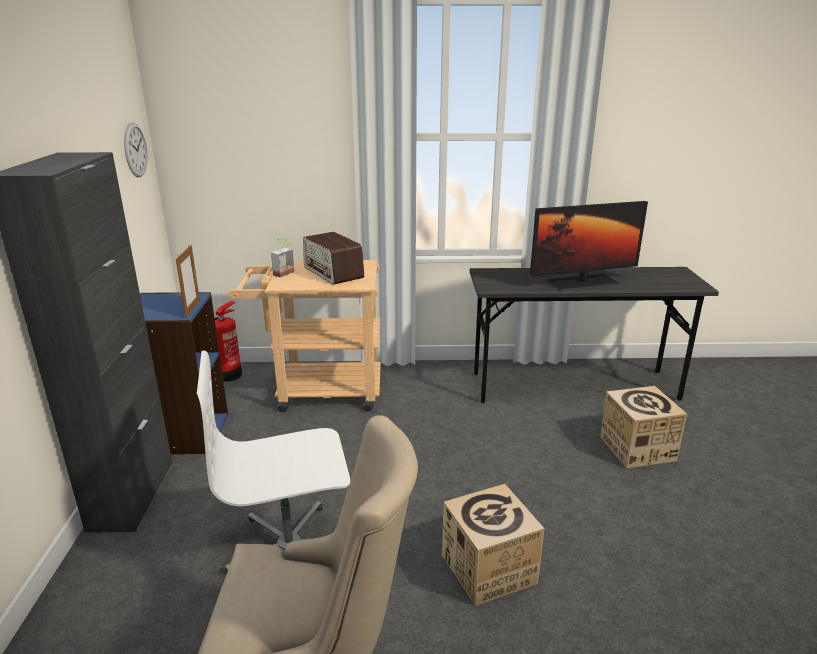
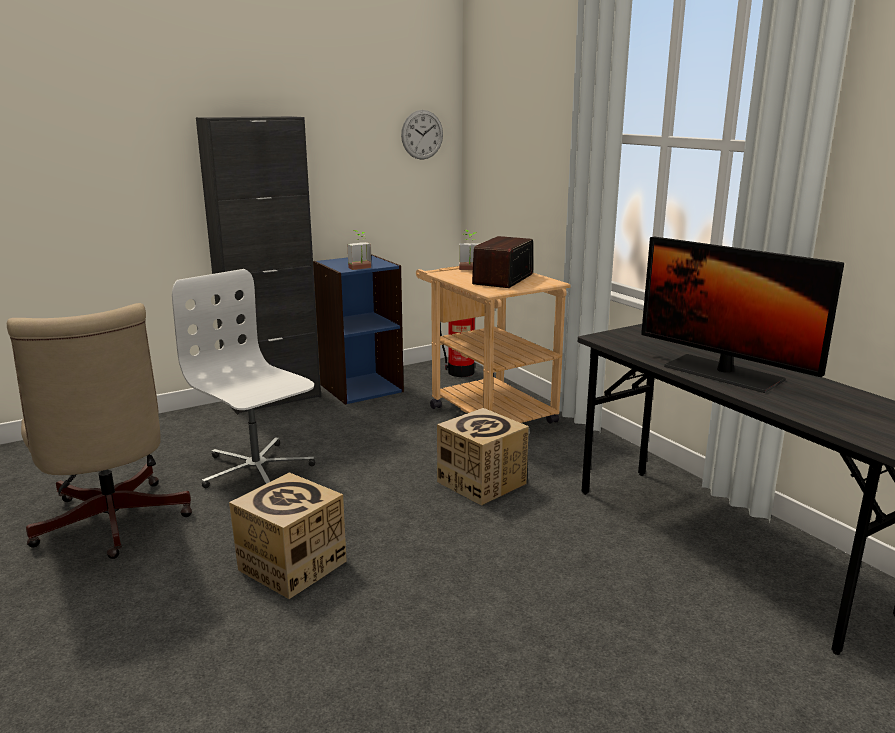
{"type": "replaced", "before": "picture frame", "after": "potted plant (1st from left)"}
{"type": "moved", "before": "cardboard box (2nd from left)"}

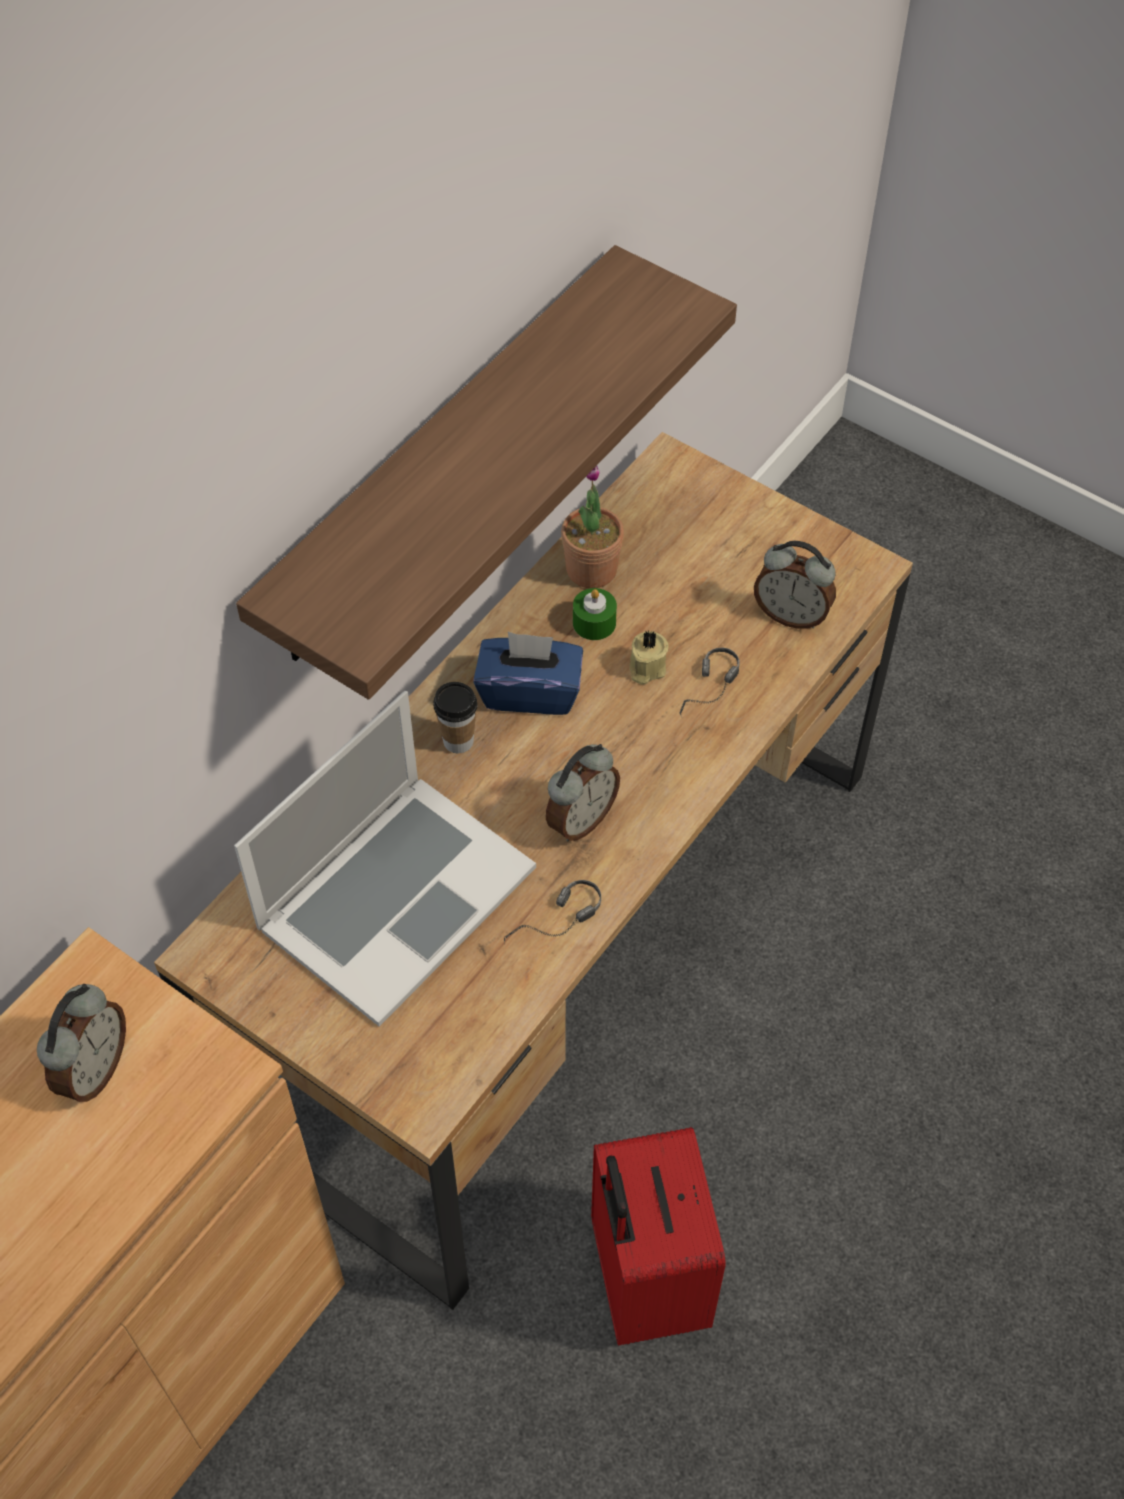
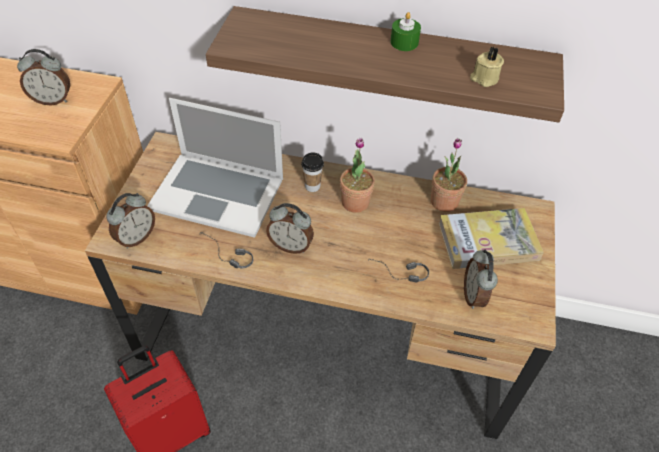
{"type": "replaced", "before": "blue tissue box", "after": "potted plant (1st from left)"}
{"type": "moved", "before": "green candle"}
{"type": "moved", "before": "beige candle"}
{"type": "added", "after": "alarm clock (2nd from left)"}
{"type": "added", "after": "book"}

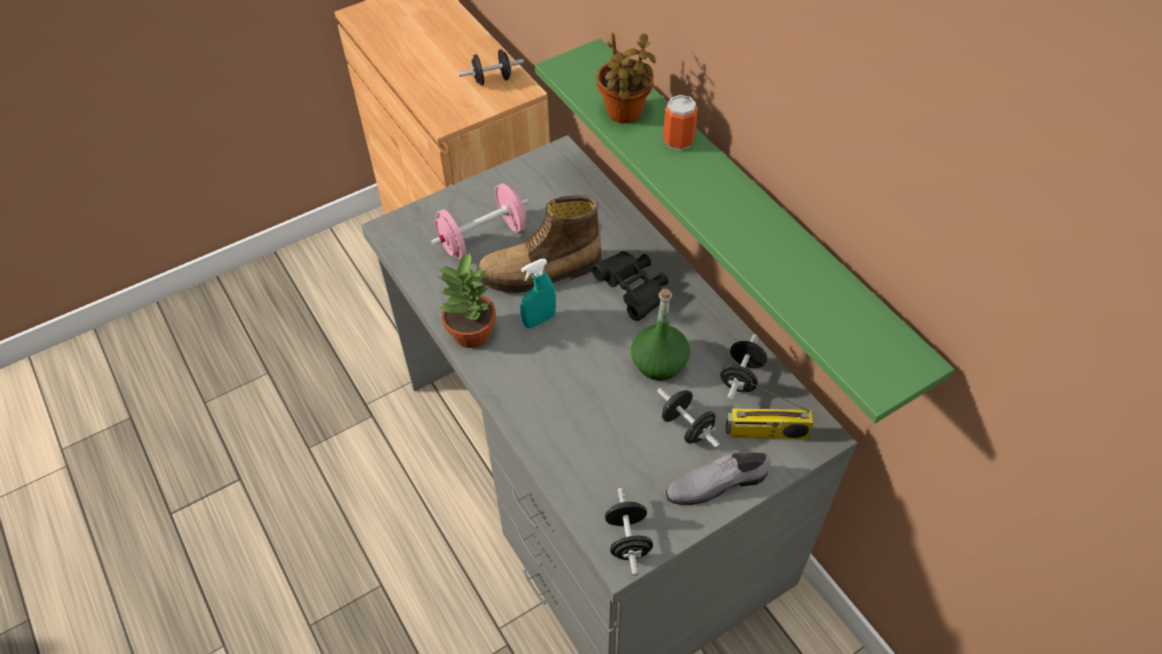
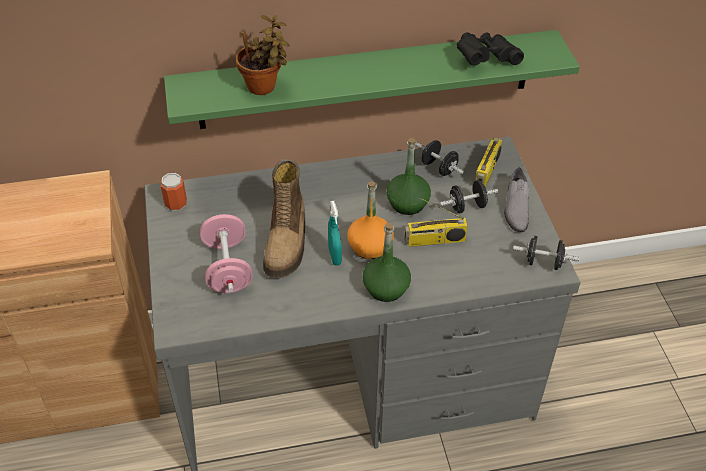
{"type": "removed", "before": "potted plant (1st from left)"}
{"type": "removed", "before": "black dumbbell (1st from left)"}
{"type": "moved", "before": "black binoculars"}
{"type": "moved", "before": "can"}
{"type": "added", "after": "orange bottle"}
{"type": "added", "after": "green bottle (1st from left)"}
{"type": "added", "after": "radio (1st from left)"}

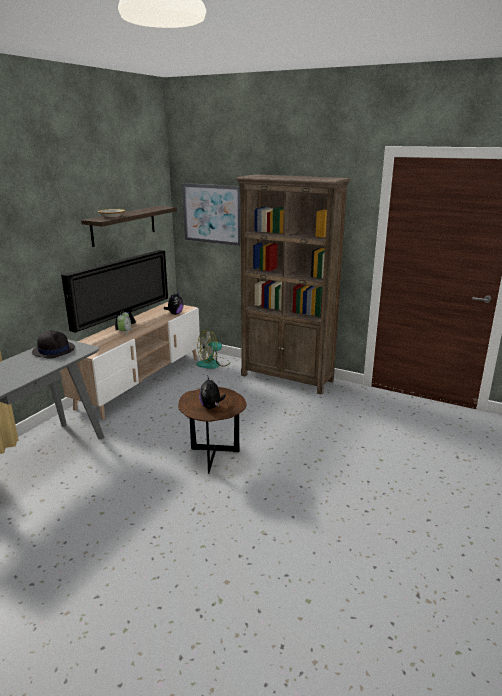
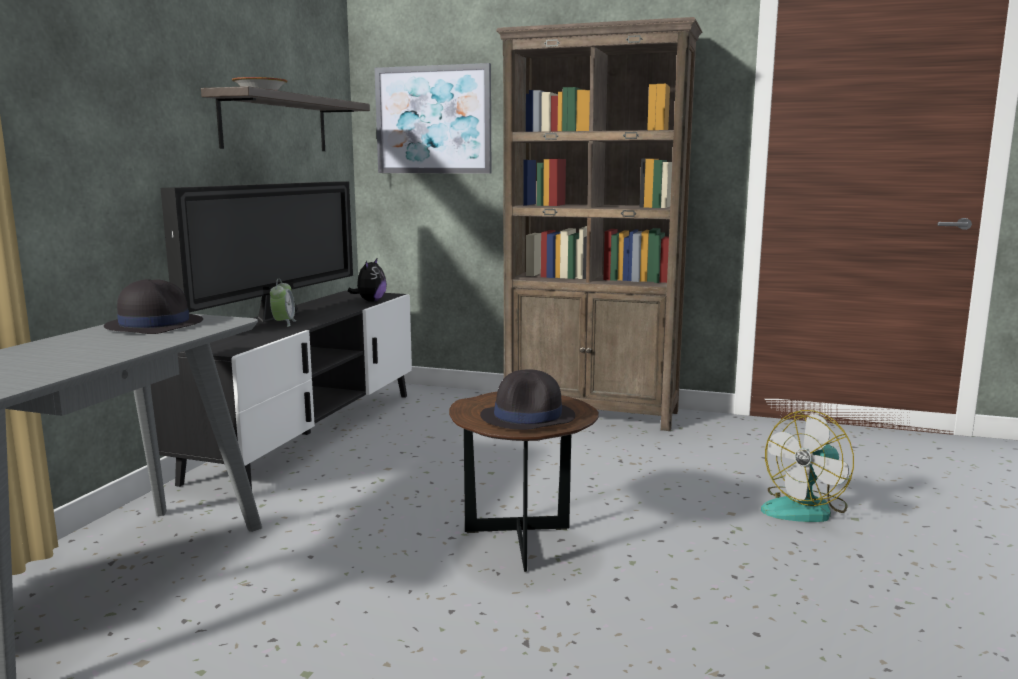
{"type": "recoloured", "before": "beige tv stand", "after": "black tv stand"}
{"type": "moved", "before": "fan"}
{"type": "replaced", "before": "plush toy (2nd from left)", "after": "black hat (2nd from left)"}

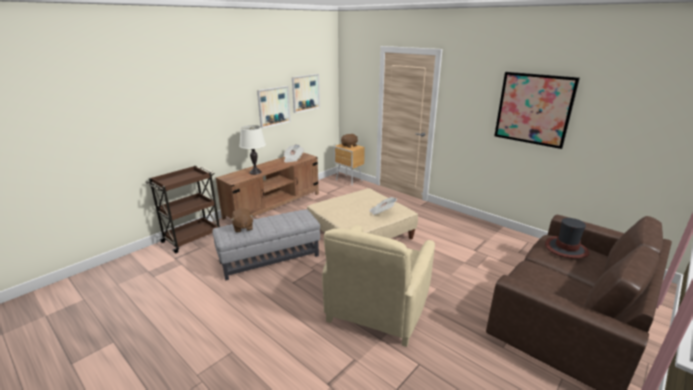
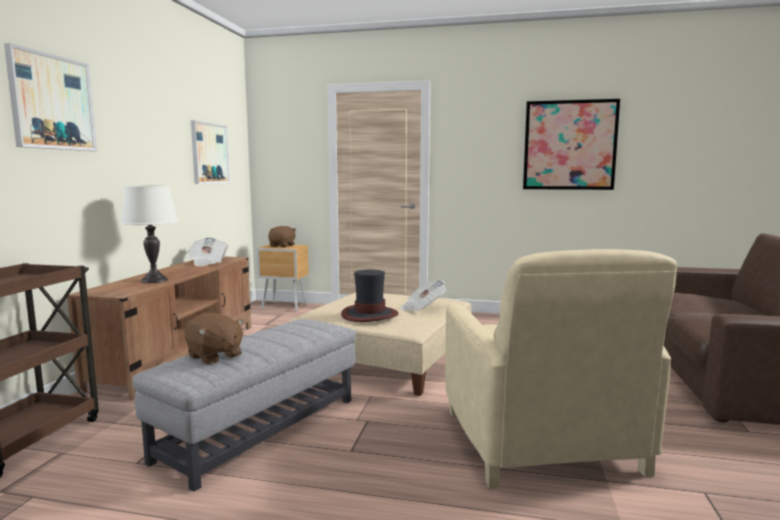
{"type": "moved", "before": "picture (1st from left)"}
{"type": "moved", "before": "hat"}

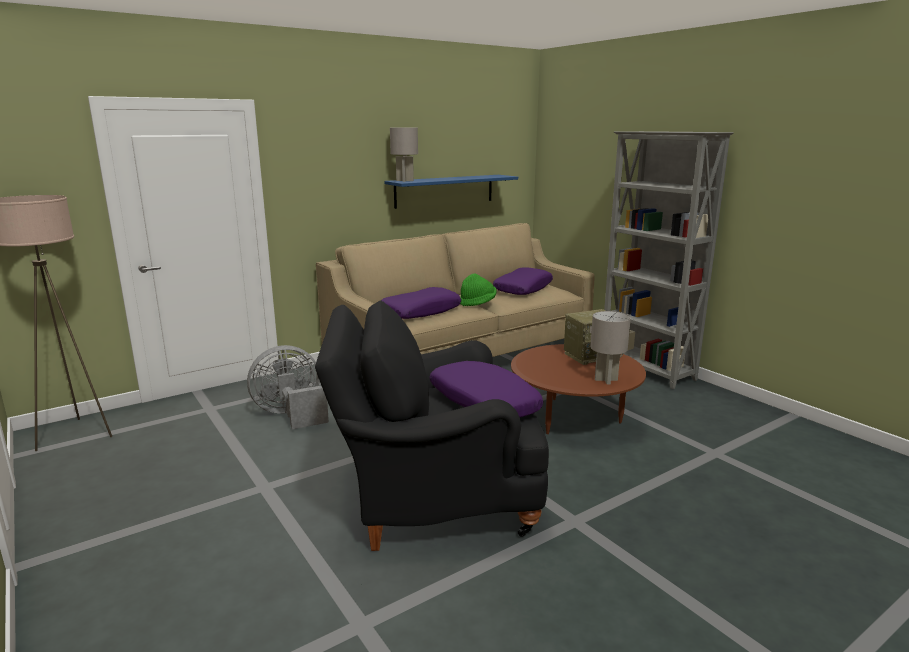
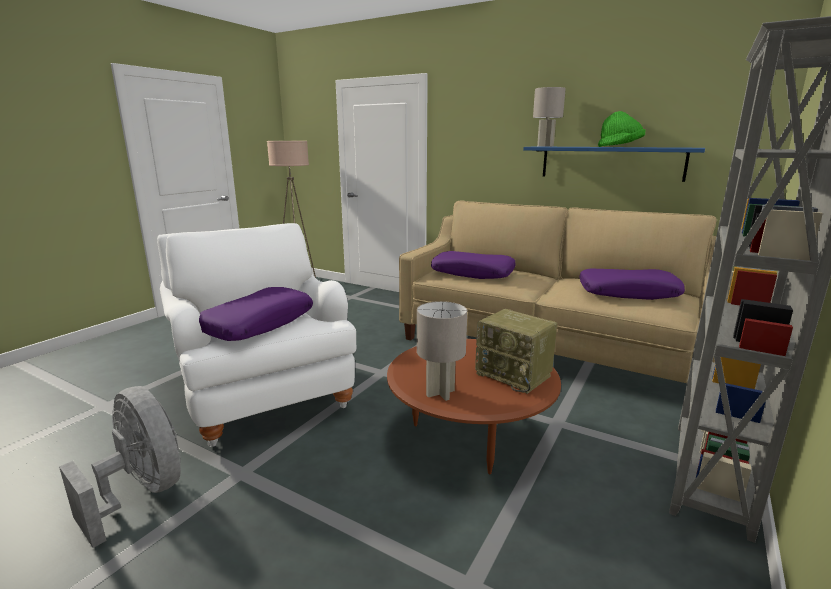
{"type": "moved", "before": "grey fan"}
{"type": "recoloured", "before": "black armchair", "after": "white armchair"}
{"type": "moved", "before": "green hat"}

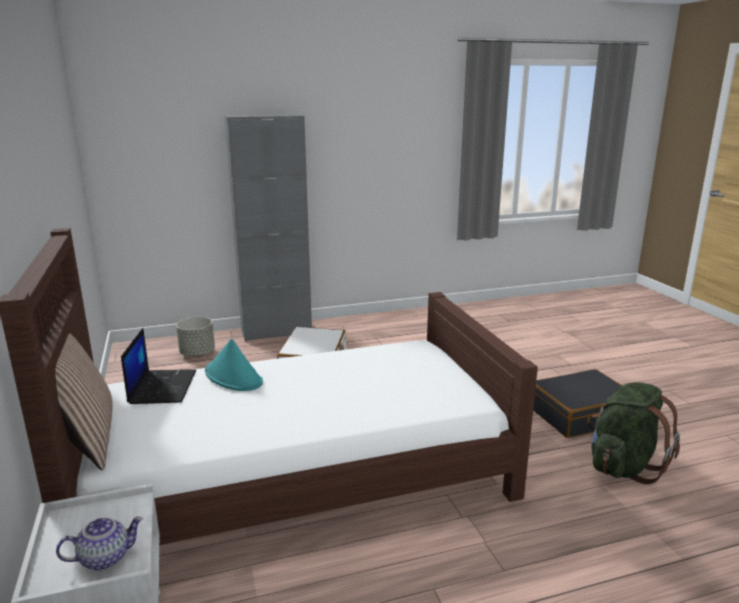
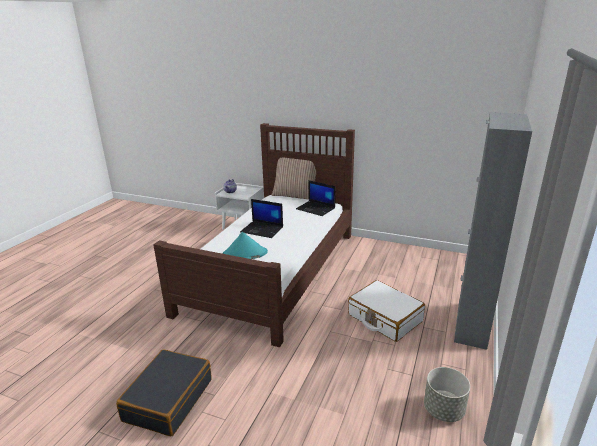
{"type": "moved", "before": "grey planter"}
{"type": "moved", "before": "turquoise hat"}
{"type": "removed", "before": "green backpack"}
{"type": "added", "after": "laptop (1st from left)"}

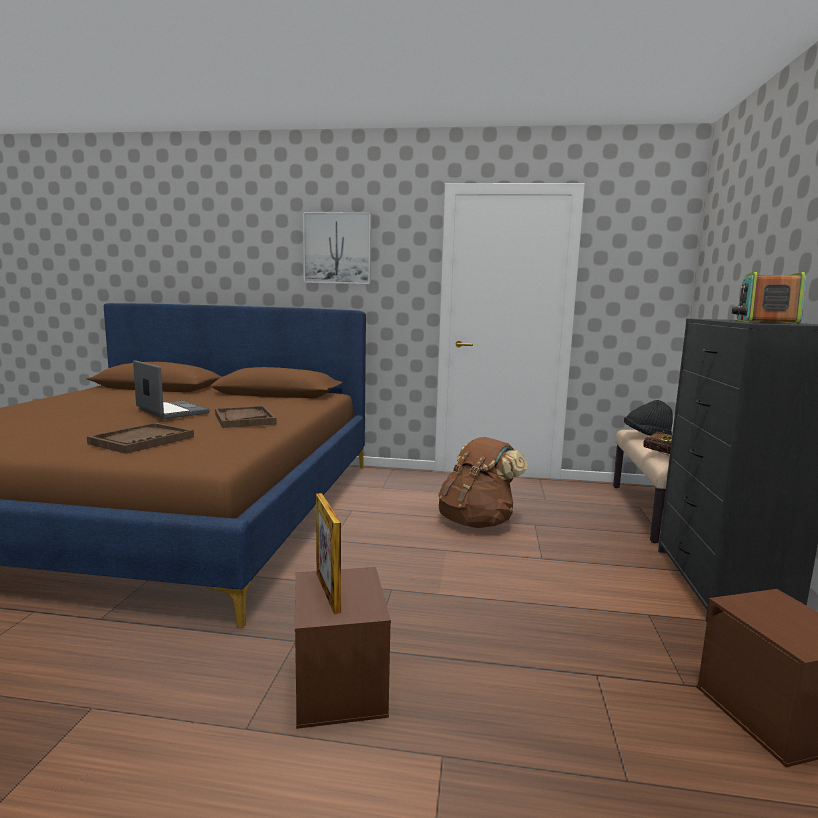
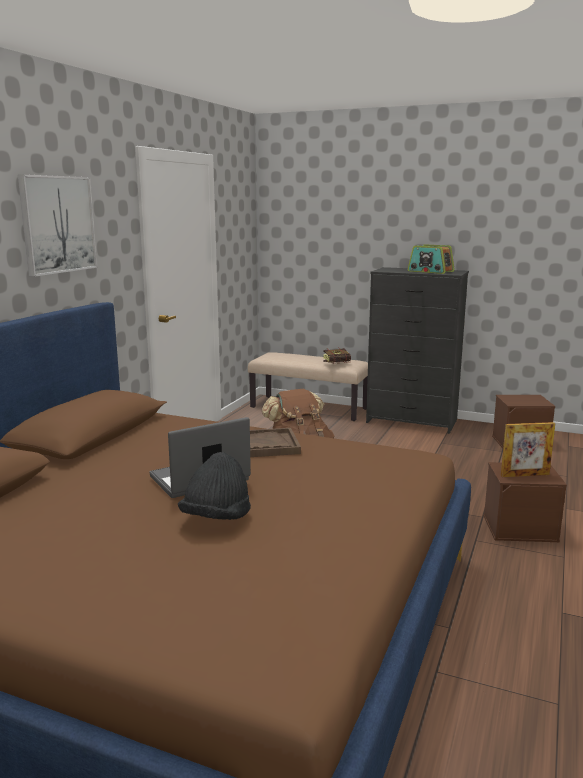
{"type": "removed", "before": "brown tray (1st from left)"}
{"type": "moved", "before": "black hat"}

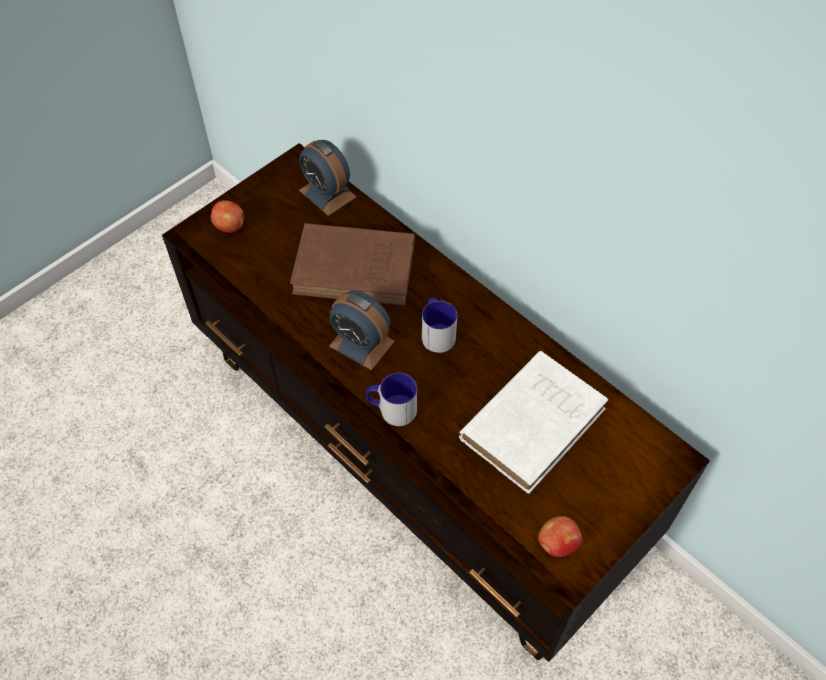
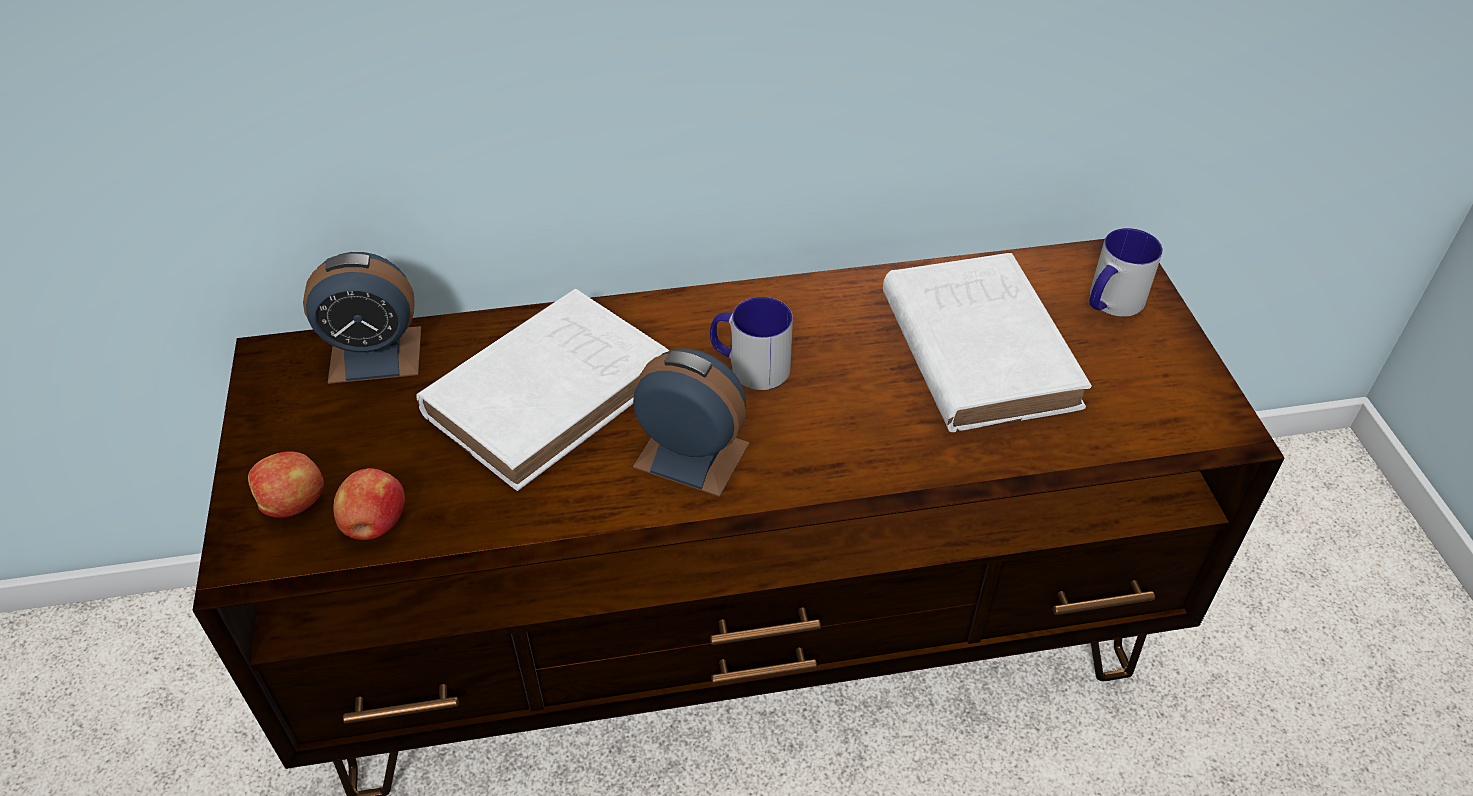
{"type": "recoloured", "before": "brown book", "after": "white book (1st from left)"}
{"type": "turned", "before": "alarm clock (2nd from left)", "turn": -135}
{"type": "moved", "before": "mug (1st from left in the first image)", "after": "mug (2nd from left)"}
{"type": "moved", "before": "apple (2nd from left)"}

